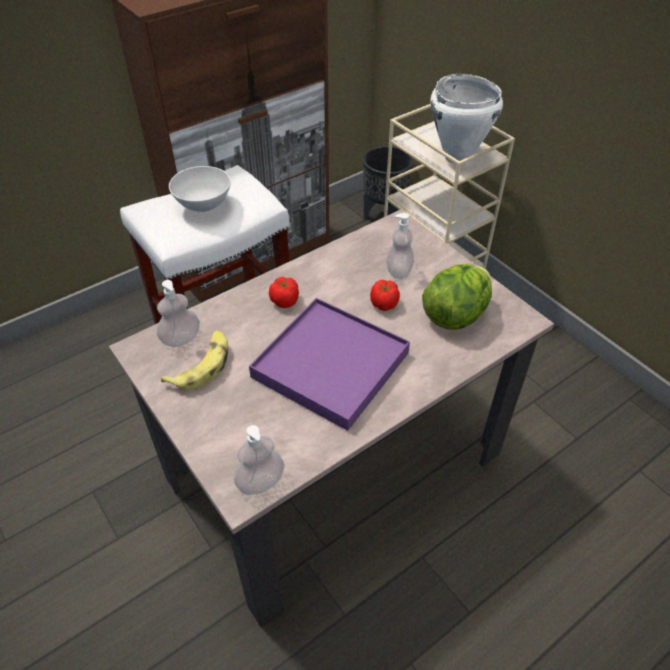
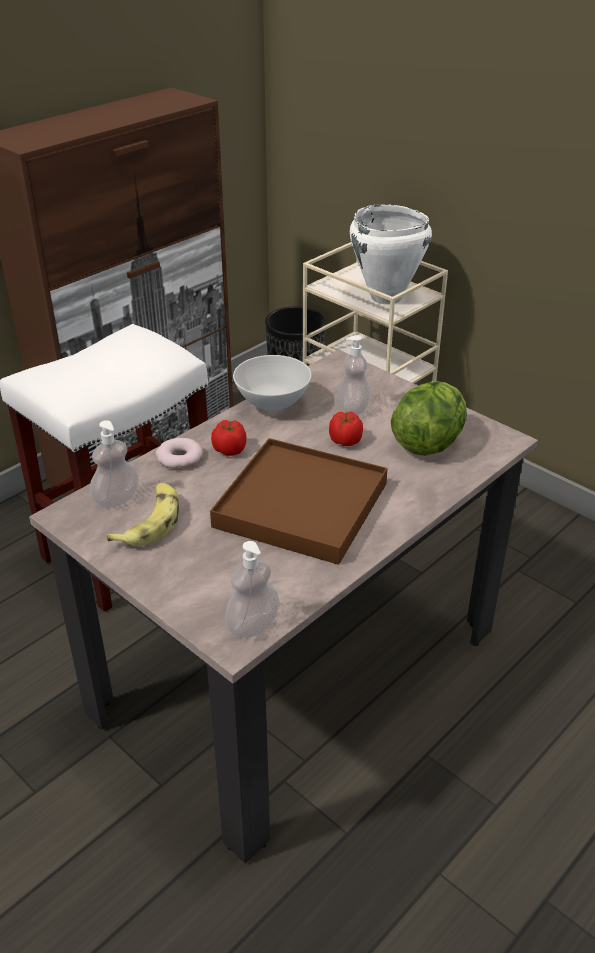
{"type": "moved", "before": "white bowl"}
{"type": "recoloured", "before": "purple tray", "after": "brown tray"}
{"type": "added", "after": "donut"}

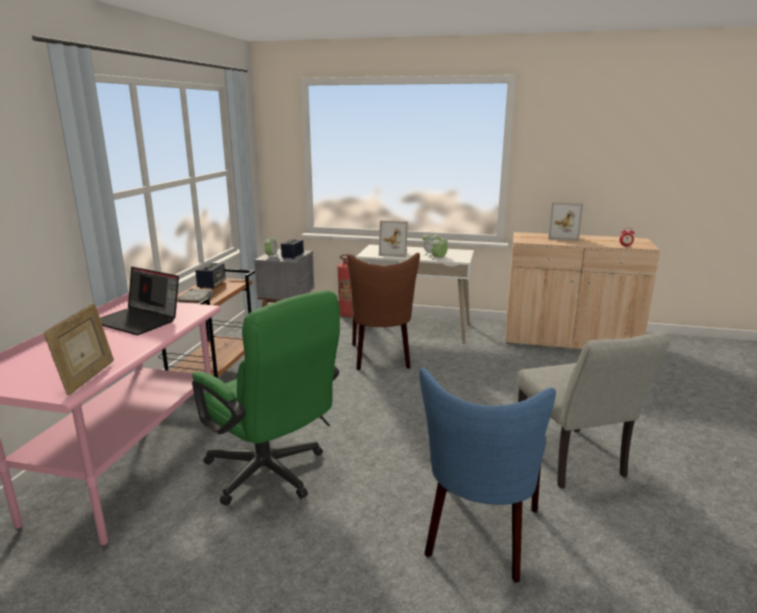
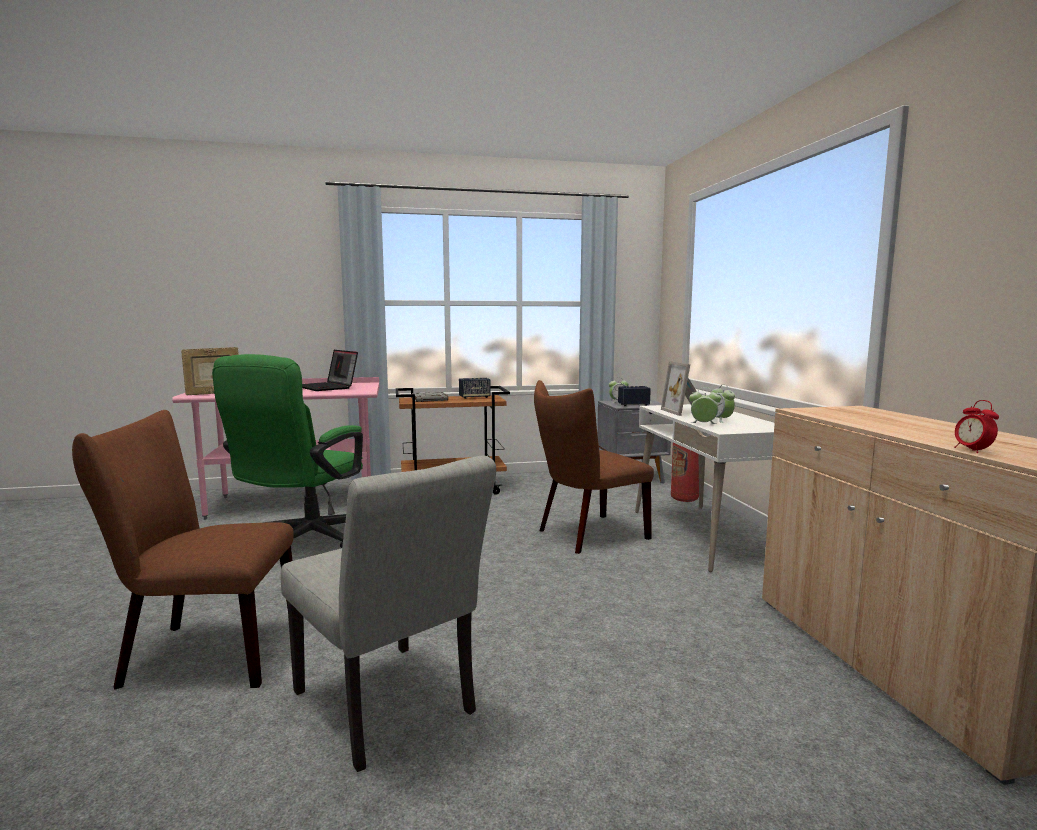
{"type": "turned", "before": "laptop", "turn": -45}
{"type": "recoloured", "before": "blue chair", "after": "brown chair (1st from left)"}
{"type": "turned", "before": "grey chair", "turn": -90}
{"type": "removed", "before": "picture frame (3rd from left)"}

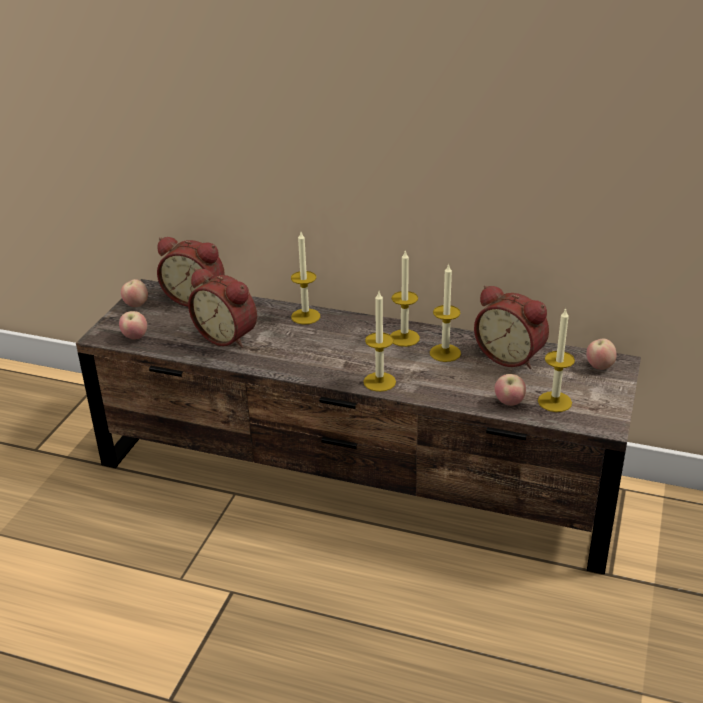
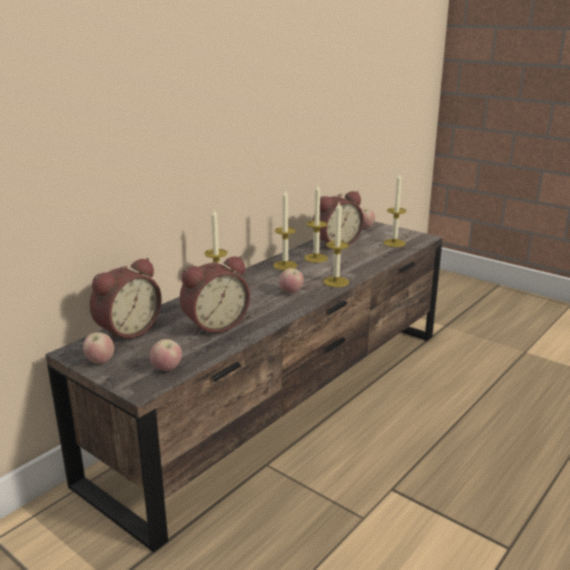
{"type": "moved", "before": "apple (3rd from left)"}

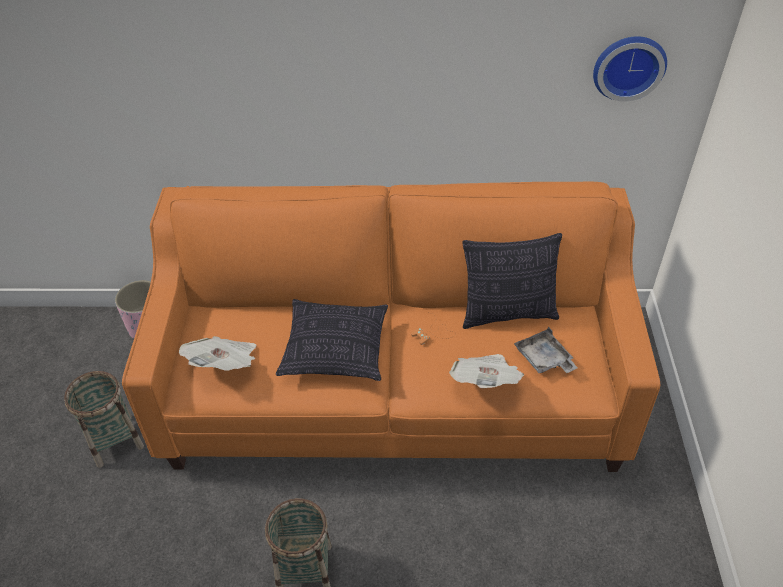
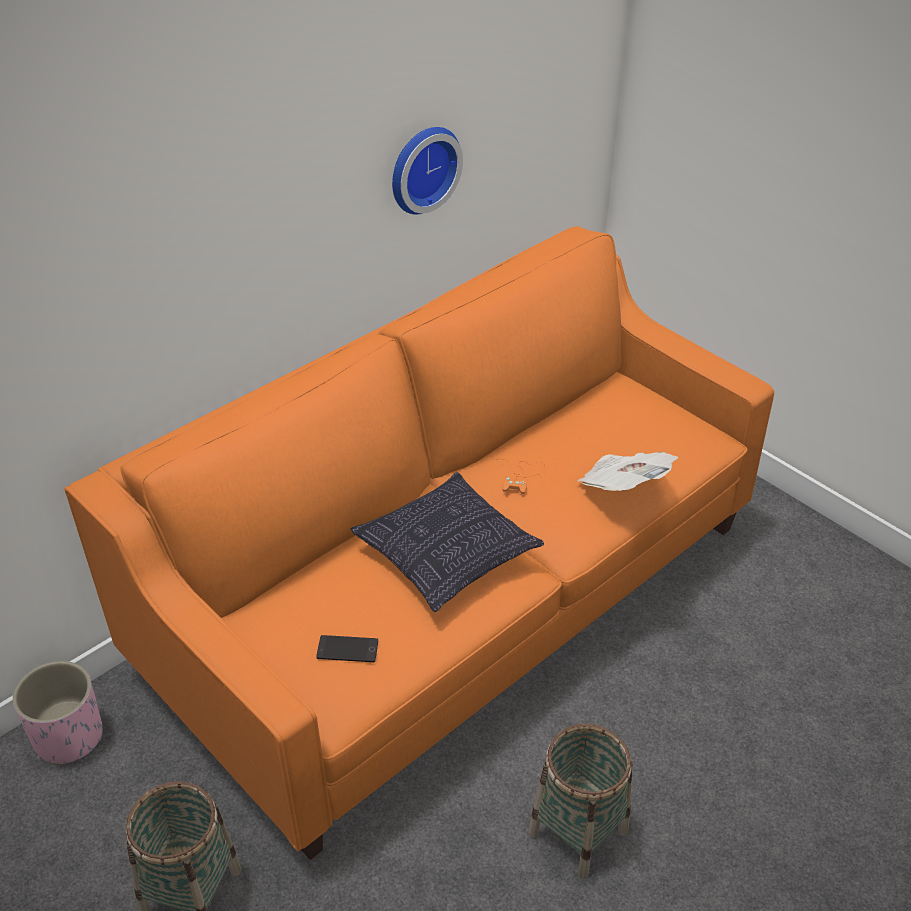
{"type": "replaced", "before": "newspaper (1st from left)", "after": "phone"}
{"type": "removed", "before": "pillow (2nd from left)"}
{"type": "removed", "before": "grey tray"}
{"type": "moved", "before": "wall clock"}

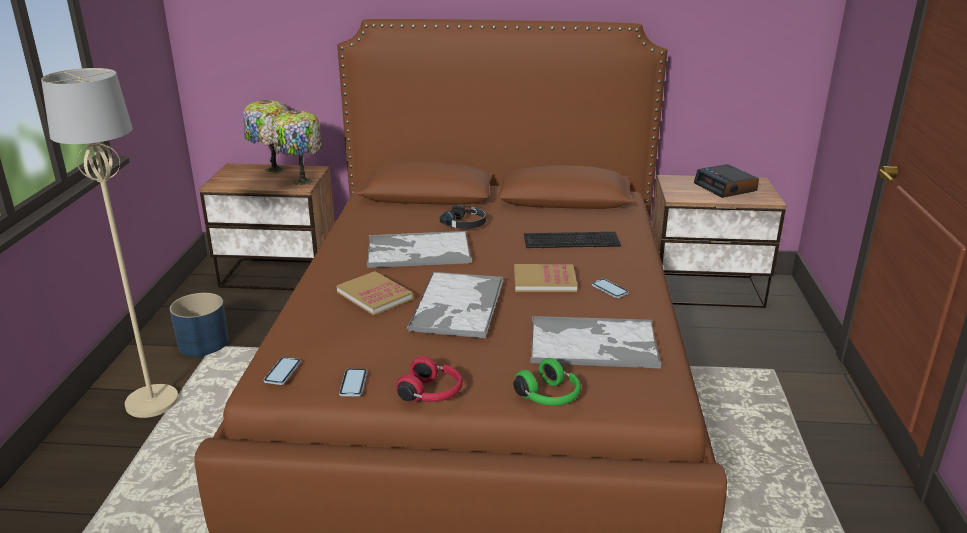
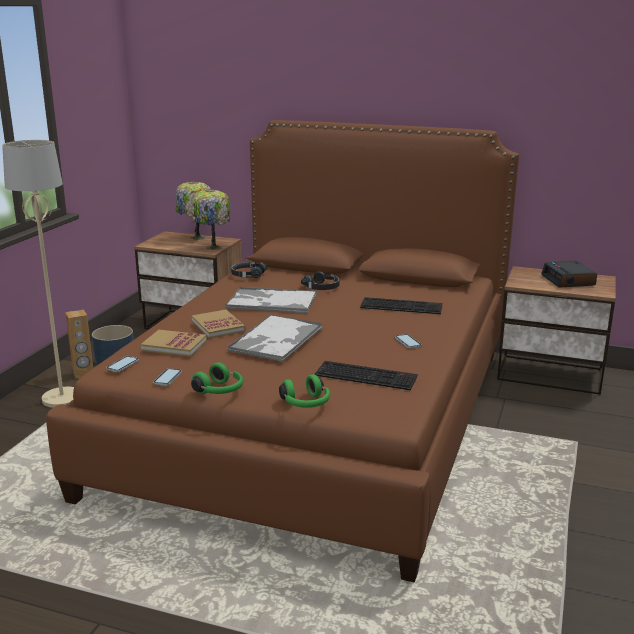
{"type": "recoloured", "before": "red headphones", "after": "green headphones (1st from left)"}
{"type": "moved", "before": "book (2nd from left in the first image)", "after": "book (1st from left)"}
{"type": "replaced", "before": "tray (3rd from left)", "after": "keyboard (1st from left)"}
{"type": "added", "after": "brown speaker"}
{"type": "added", "after": "black headphones (1st from left)"}

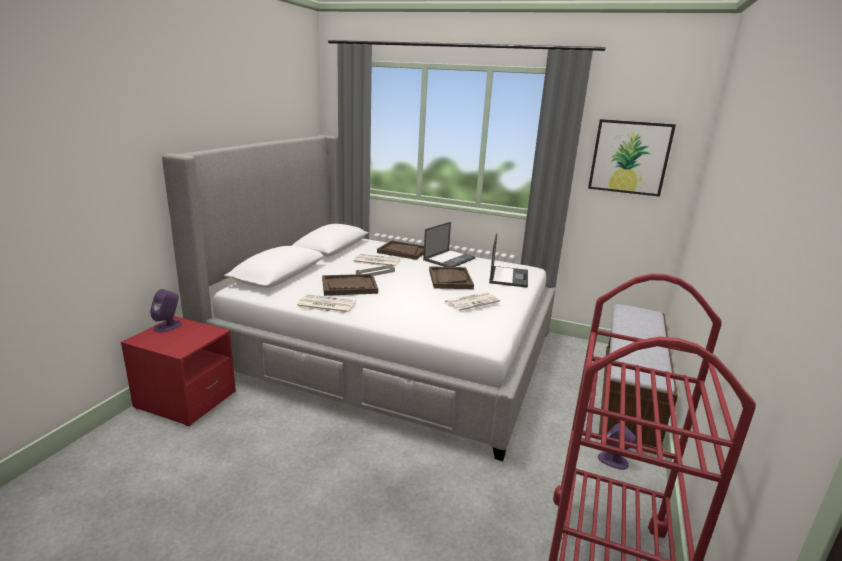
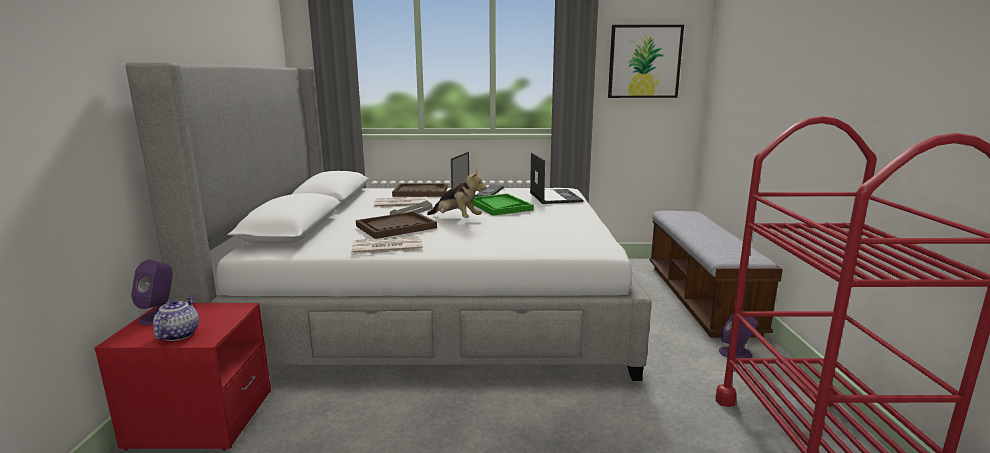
{"type": "recoloured", "before": "brown tray (3rd from left)", "after": "green tray"}
{"type": "removed", "before": "newspaper (3rd from left)"}
{"type": "added", "after": "teapot"}
{"type": "added", "after": "plush toy"}

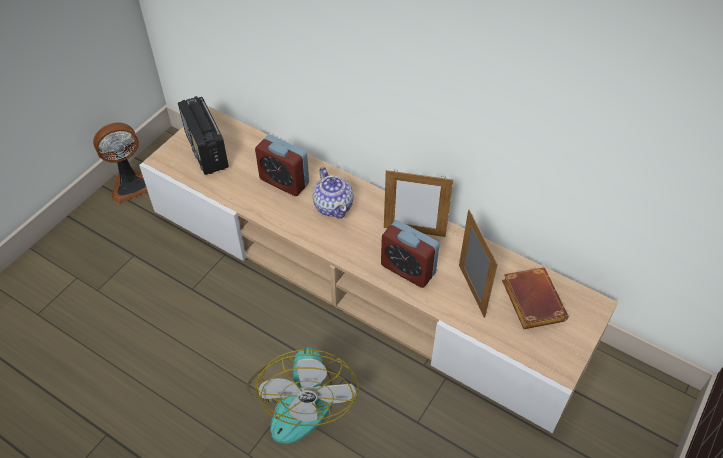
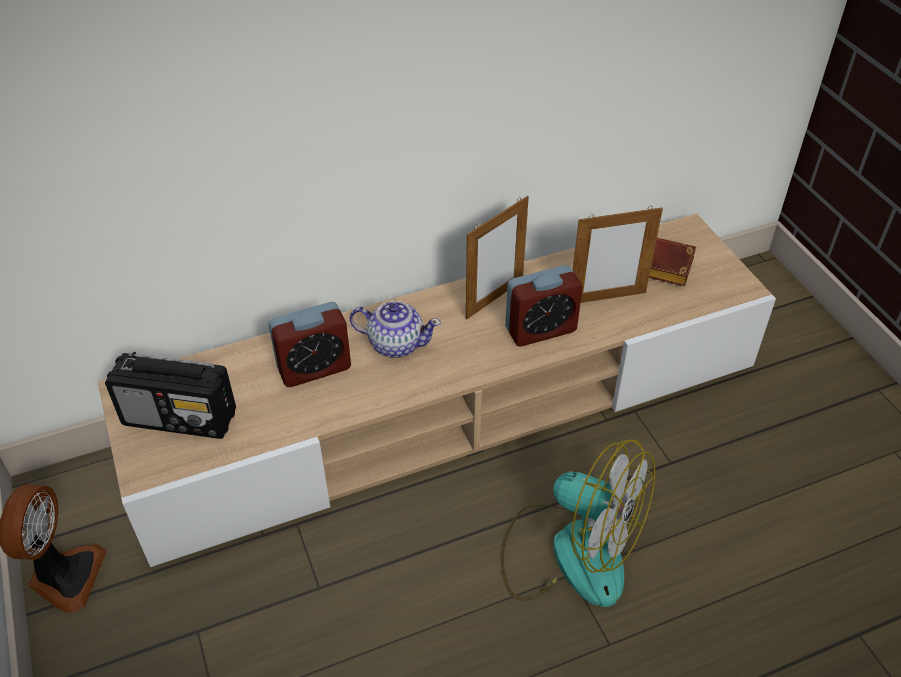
{"type": "turned", "before": "picture frame (2nd from left)", "turn": 150}

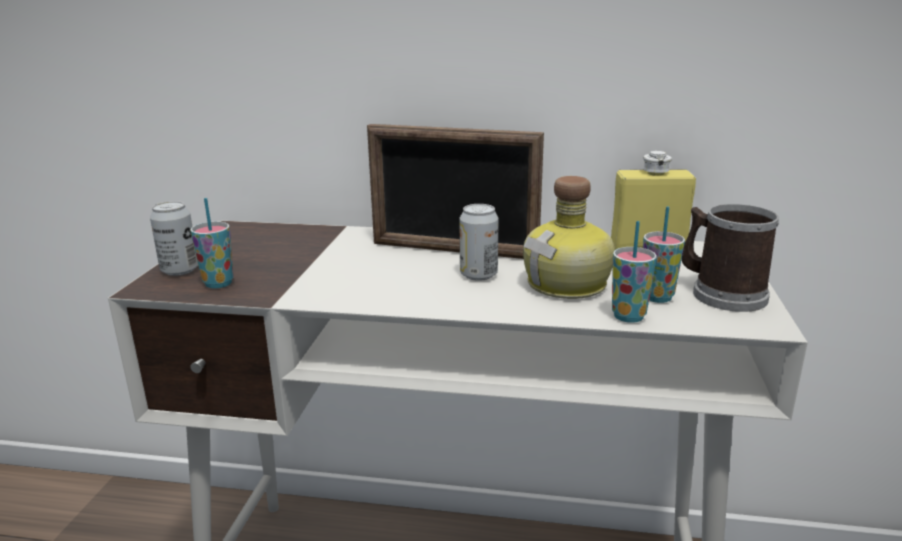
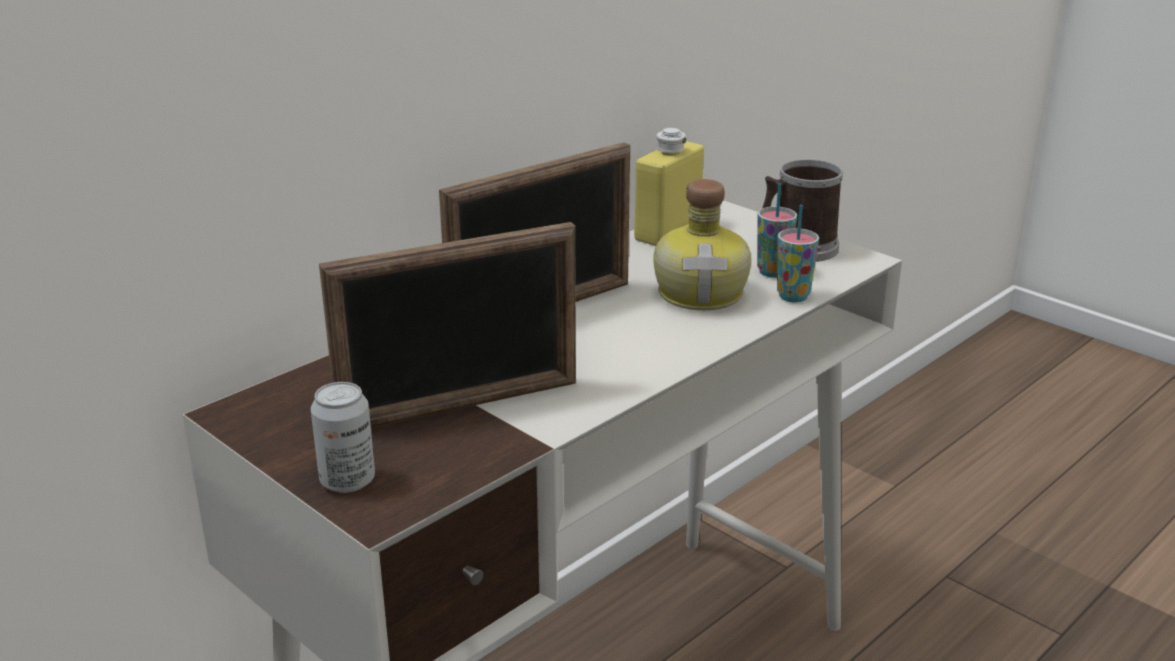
{"type": "removed", "before": "cup (1st from left)"}
{"type": "removed", "before": "can (2nd from left)"}
{"type": "added", "after": "picture frame (1st from left)"}

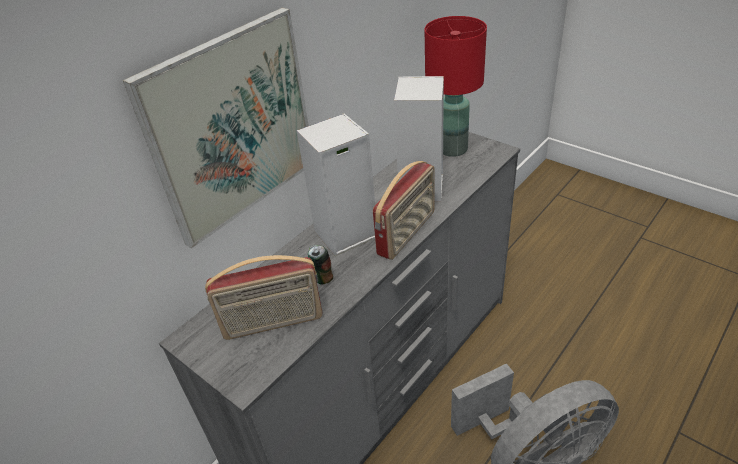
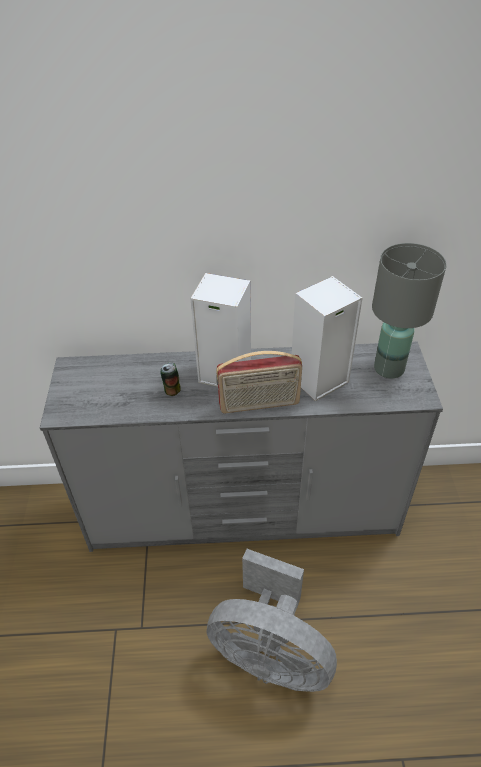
{"type": "removed", "before": "picture"}
{"type": "removed", "before": "radio (1st from left)"}
{"type": "recoloured", "before": "red table lamp", "after": "grey table lamp"}

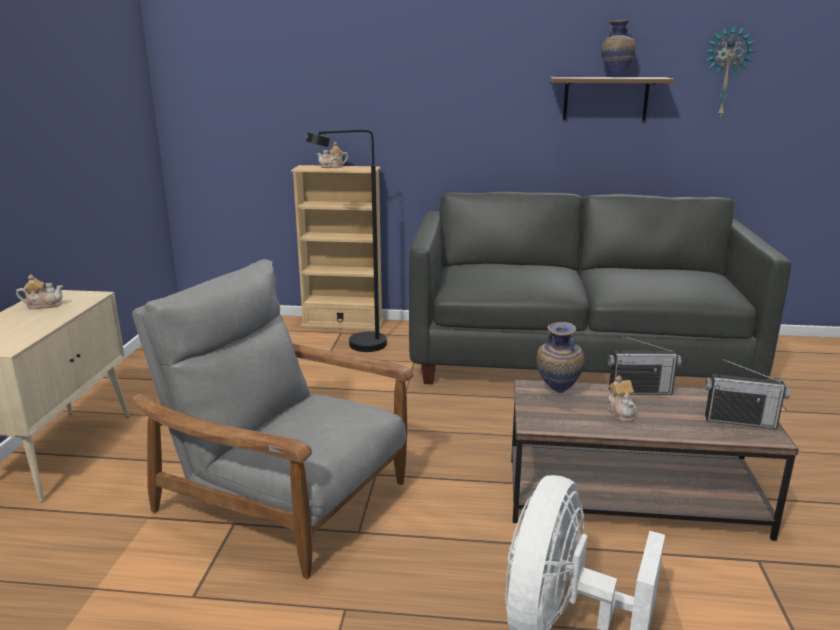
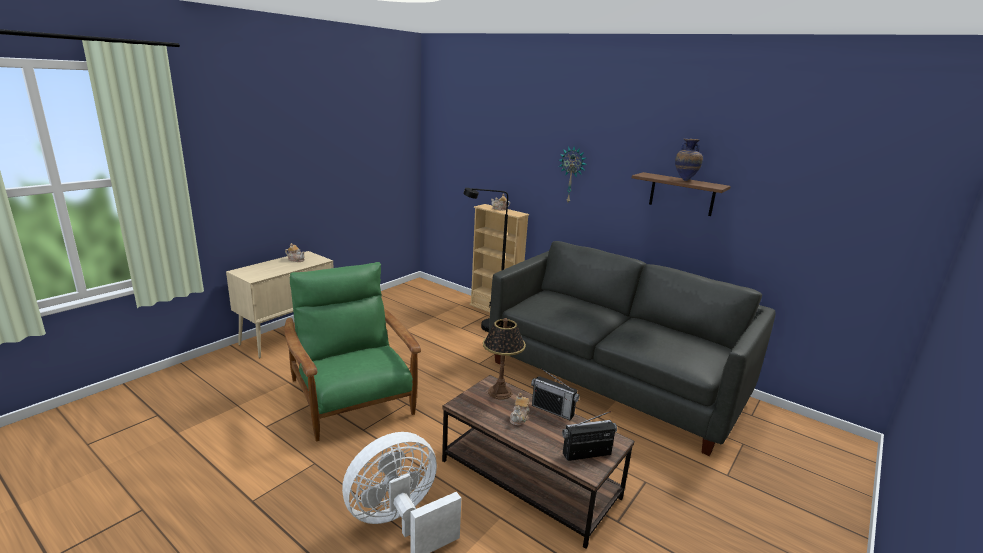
{"type": "recoloured", "before": "grey armchair", "after": "green armchair"}
{"type": "replaced", "before": "vase (1st from left)", "after": "table lamp"}
{"type": "moved", "before": "wall clock"}
{"type": "turned", "before": "radio (2nd from left)", "turn": 120}

